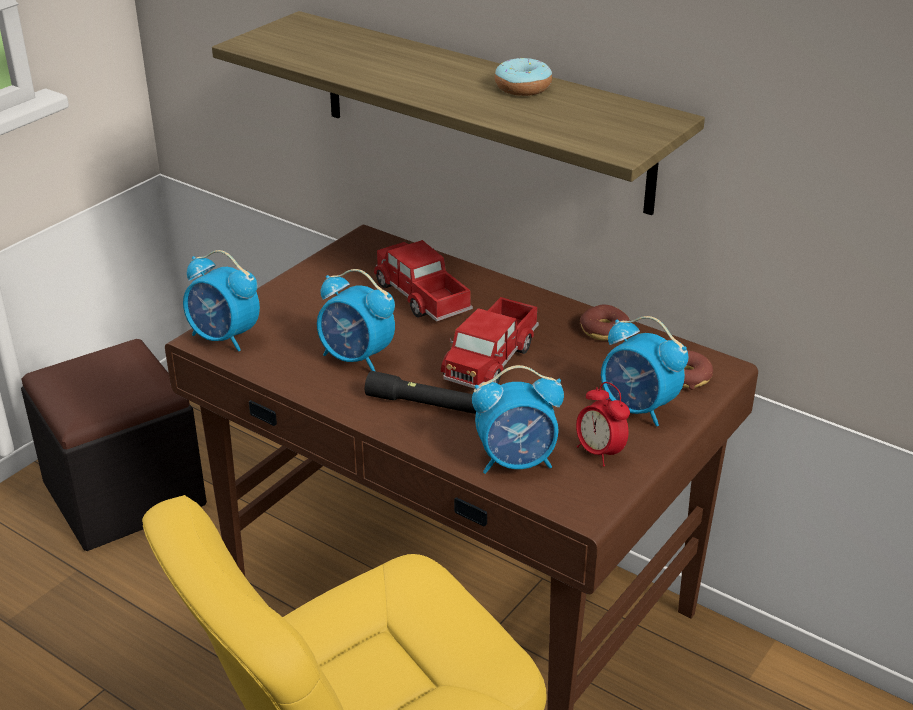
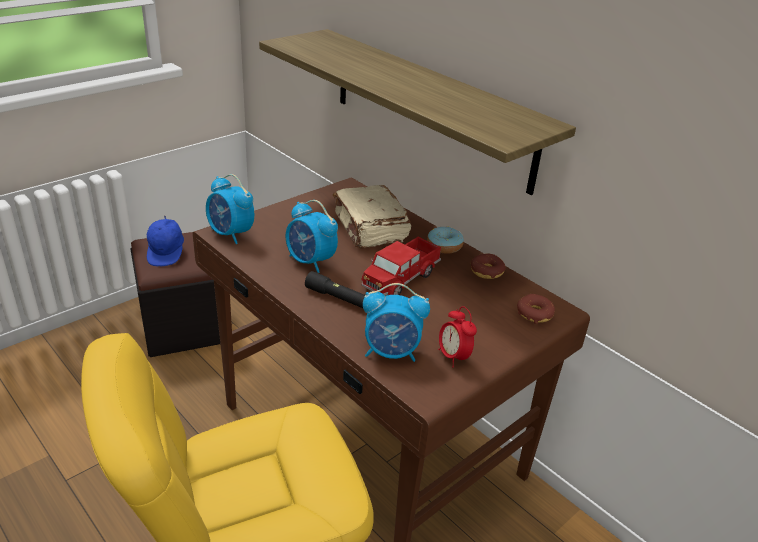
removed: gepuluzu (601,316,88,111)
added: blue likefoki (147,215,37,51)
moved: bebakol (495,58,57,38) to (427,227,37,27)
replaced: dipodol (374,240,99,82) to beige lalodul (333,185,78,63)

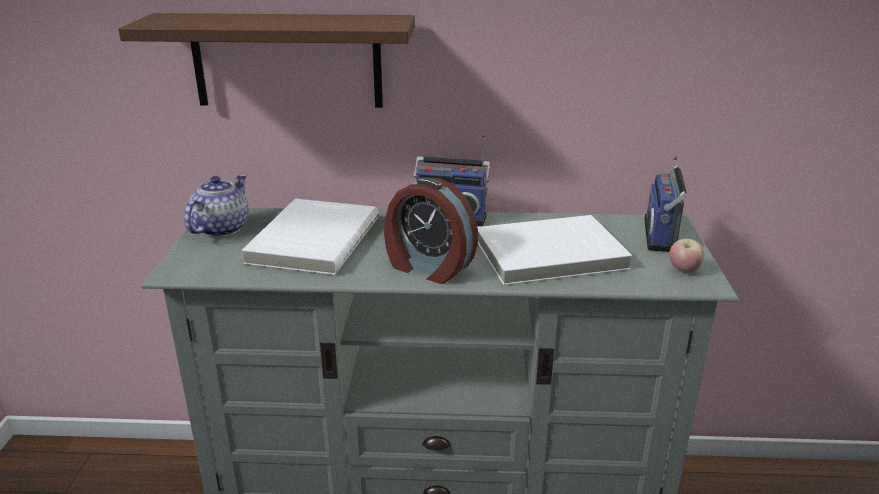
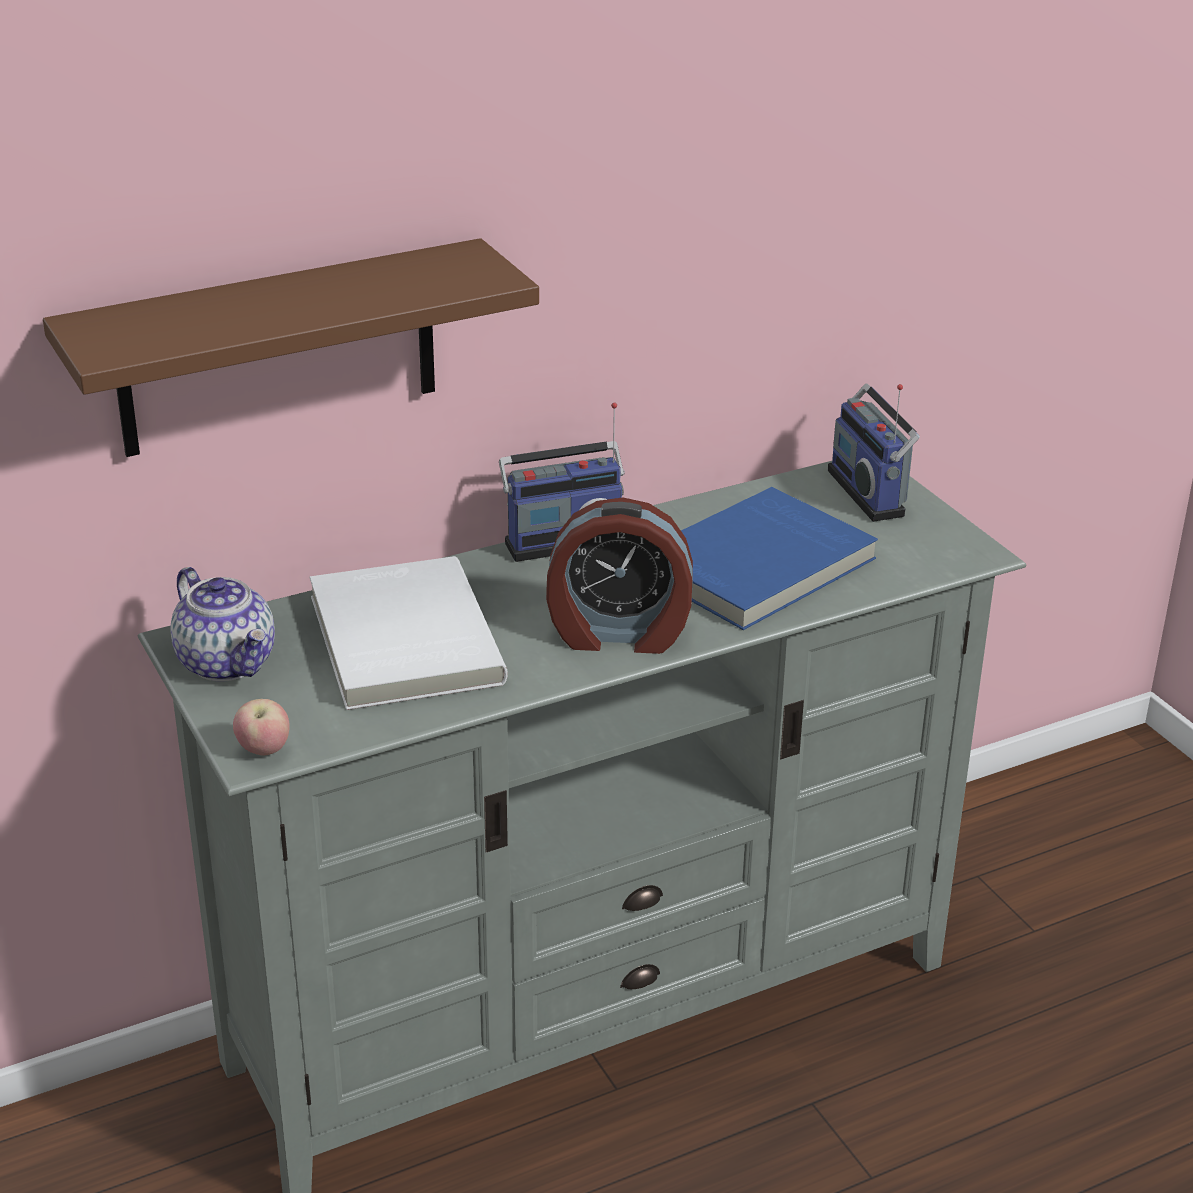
moved: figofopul (669,239,35,34) to (233,699,57,57)
recoloured: white lalodul (477,215,155,70) to blue lalodul (681,487,197,143)
turned: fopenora (184,174,65,63) = (170,567,105,115) 150 degrees clockwise

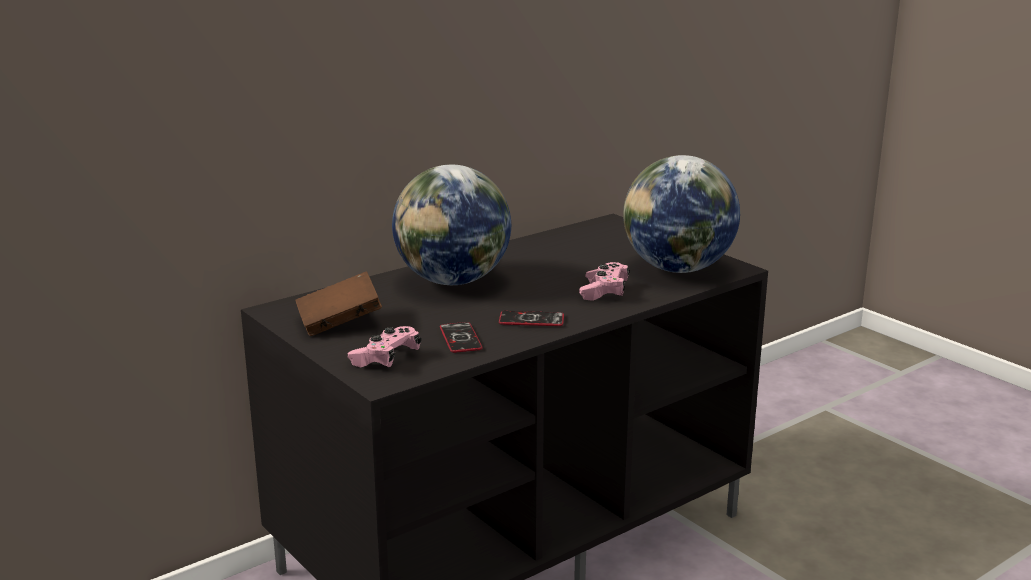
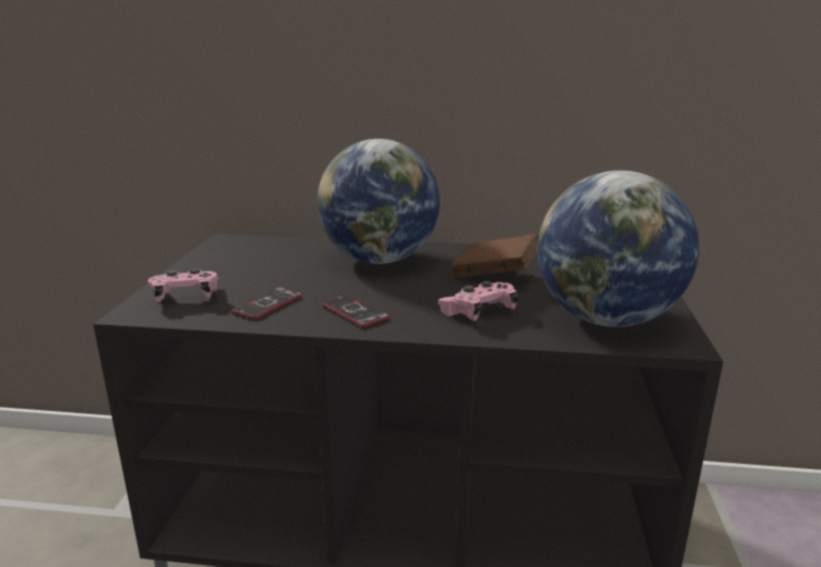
moved: brown lalodul (295,272,87,64) to (451,234,88,44)

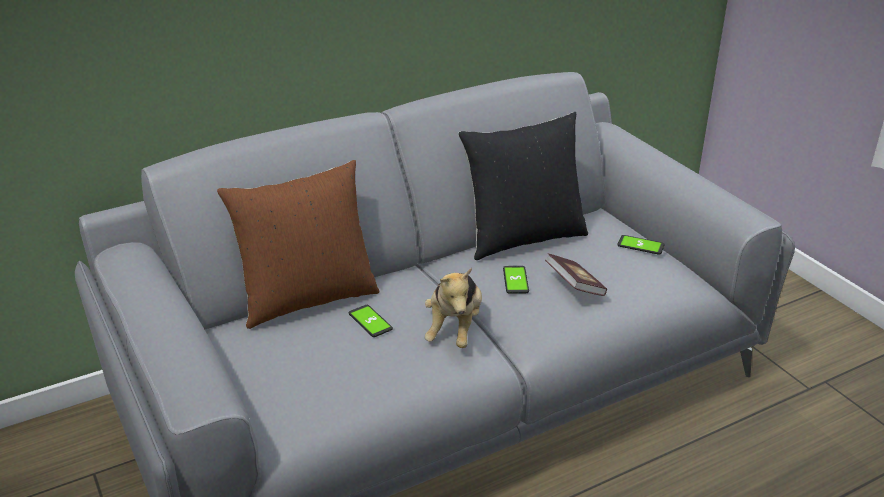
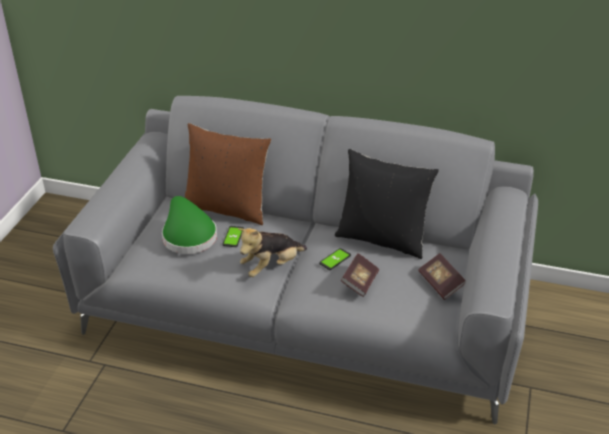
added: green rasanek (162,196,55,58)
replaced: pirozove (617,235,48,20) to lalodul (418,253,48,47)

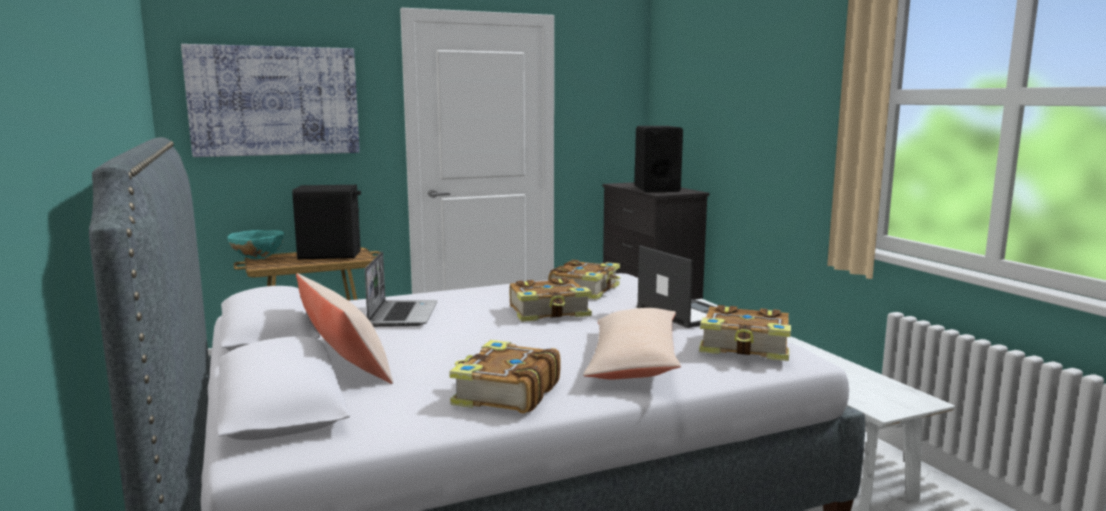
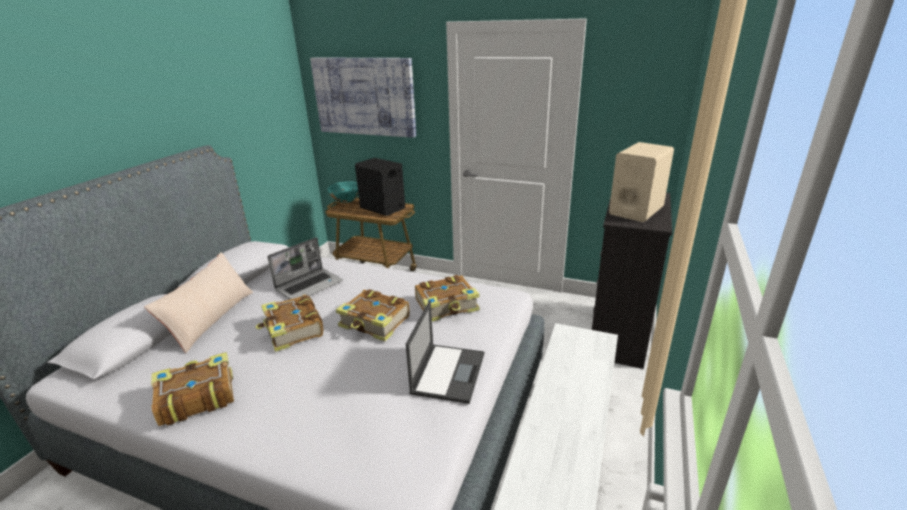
removed: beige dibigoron (583,308,98,71)
moved: lalodul (699,305,92,56) to (255,295,68,57)
recoloured: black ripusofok (634,126,49,66) to beige ripusofok (609,142,65,80)

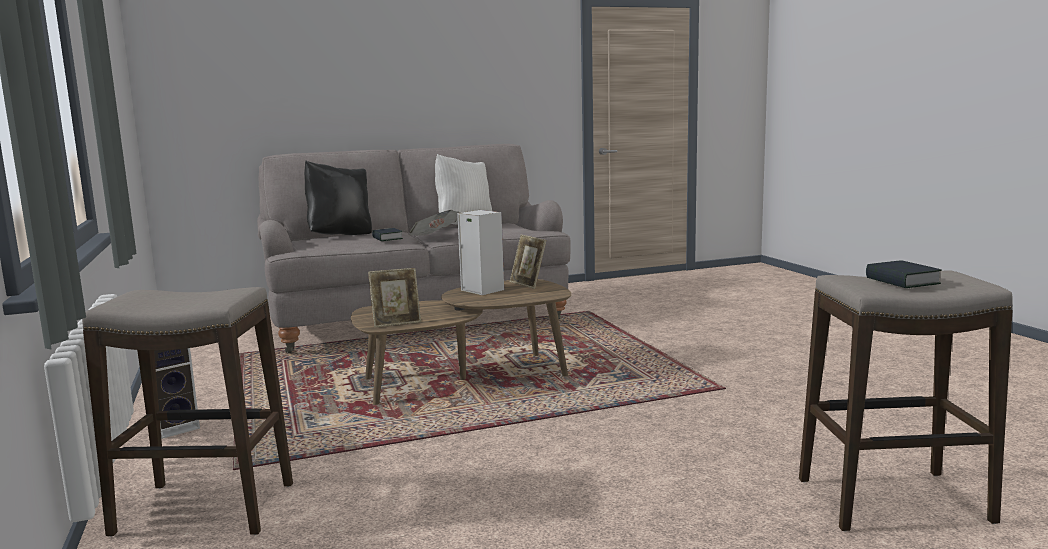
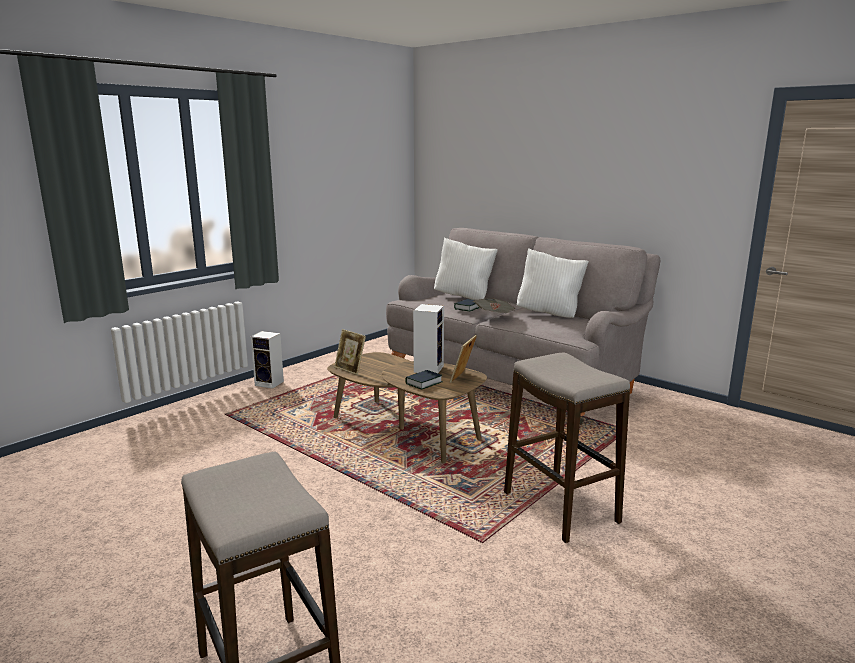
moved: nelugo (82,287,211,250) to (504,353,126,190); lalodul (866,260,76,28) to (405,370,38,19)
recoloured: black dibigoron (304,161,68,74) to white dibigoron (434,237,64,63)

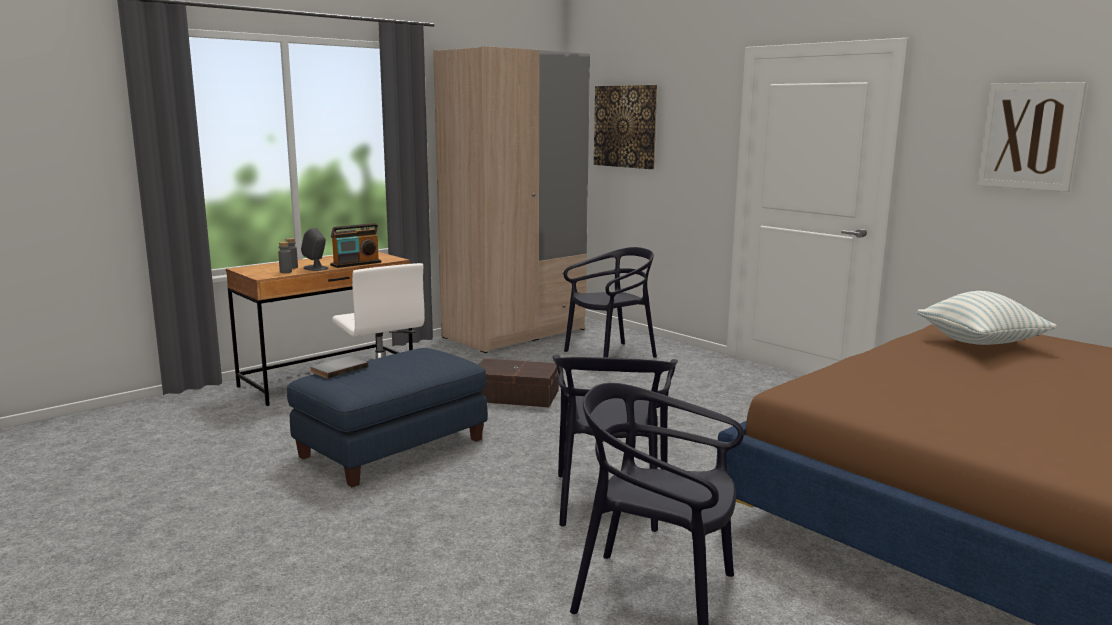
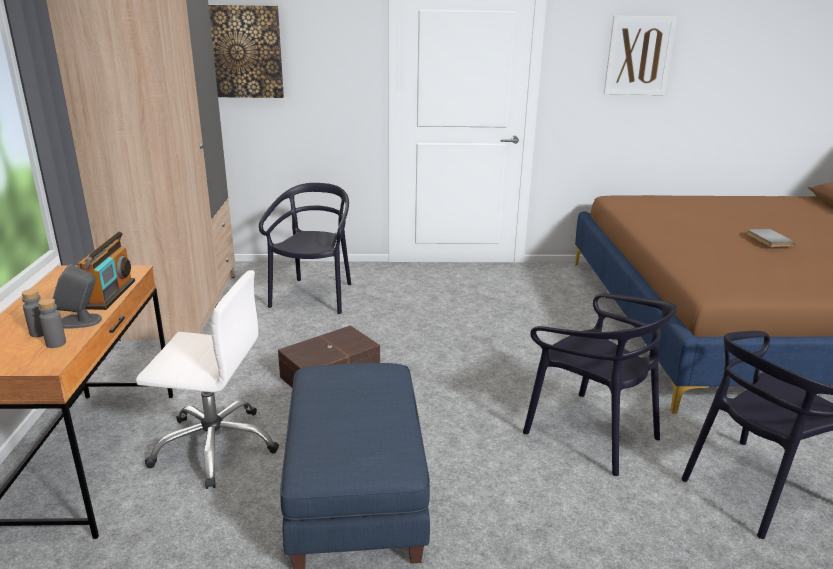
removed: dibigoron (917,291,140,54)
moved: grey lalodul (310,356,58,23) to (747,229,48,18)

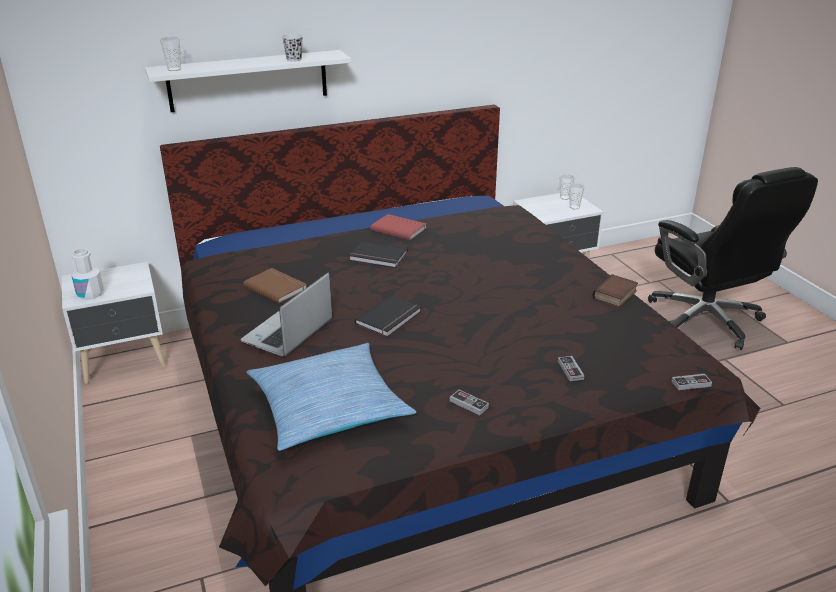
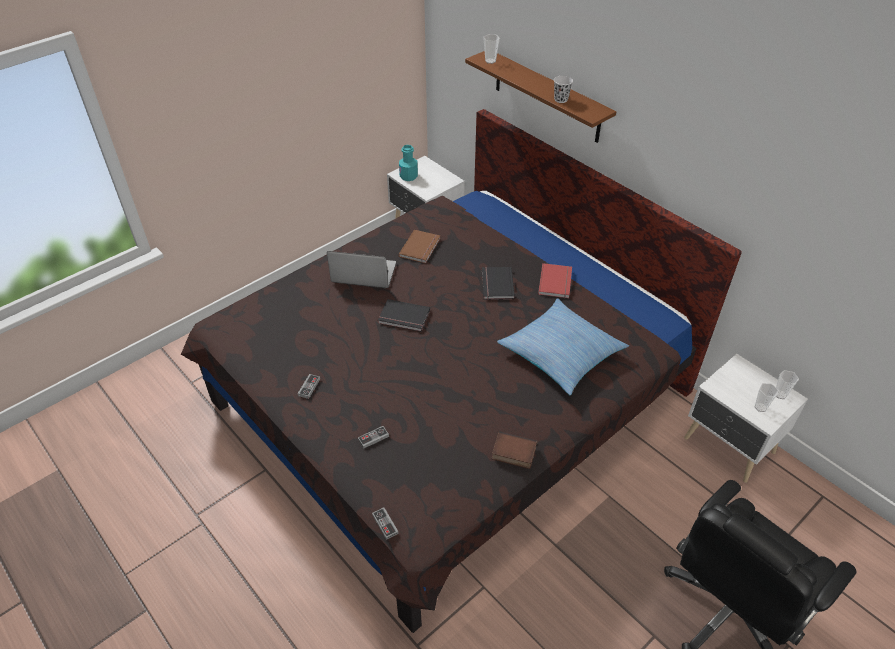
moved: dibigoron (246,343,170,108) to (497,298,132,97)
recoloured: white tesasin (71,248,33,52) to turquoise tesasin (399,145,19,36); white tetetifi (145,50,206,62) to brown tetetifi (465,51,151,92)

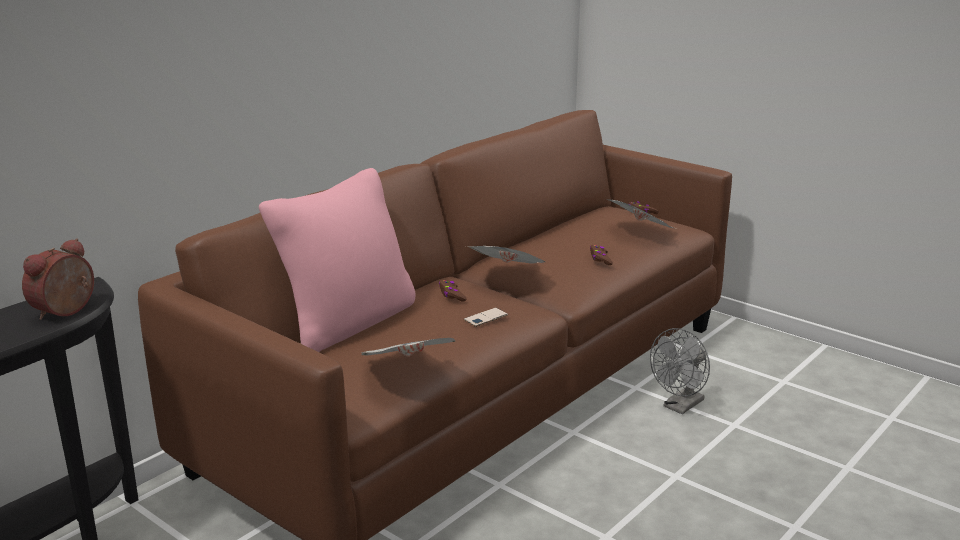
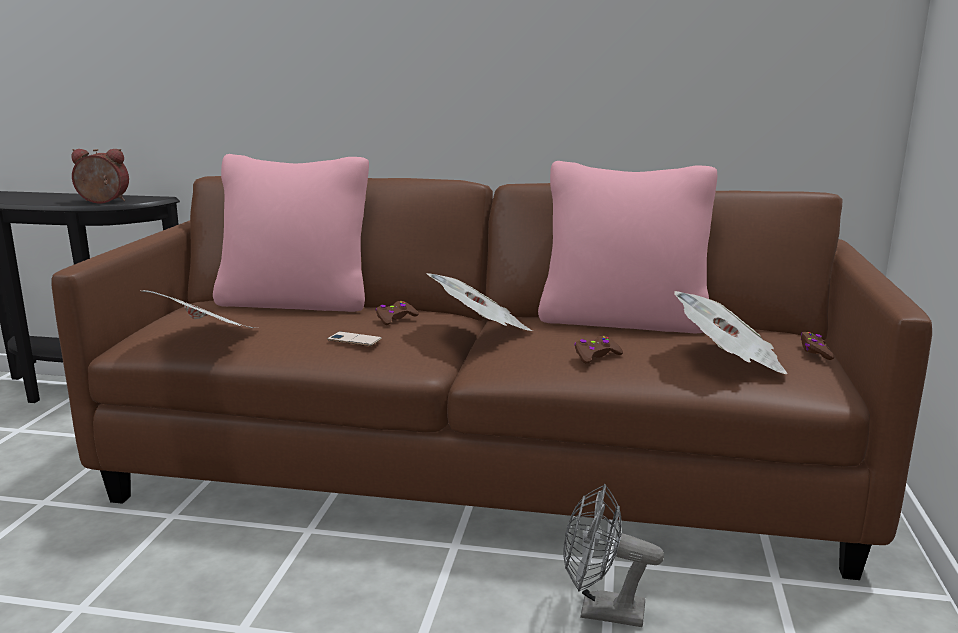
added: pink dibigoron (538,161,179,172)

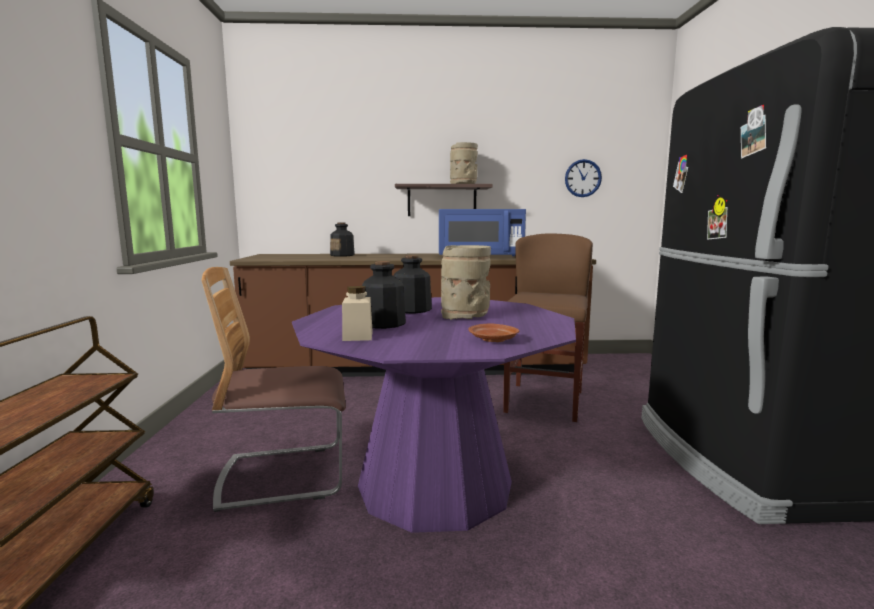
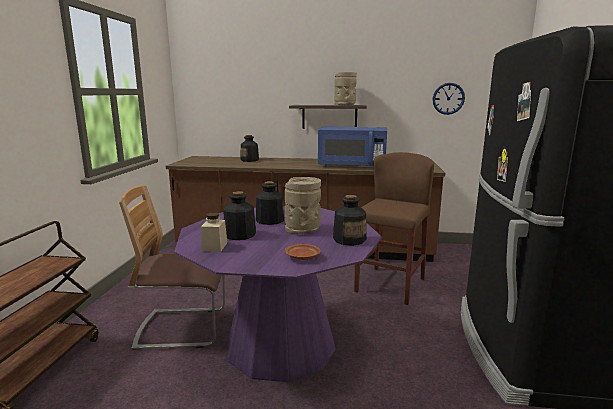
added: tesasin (333,195,34,51)

